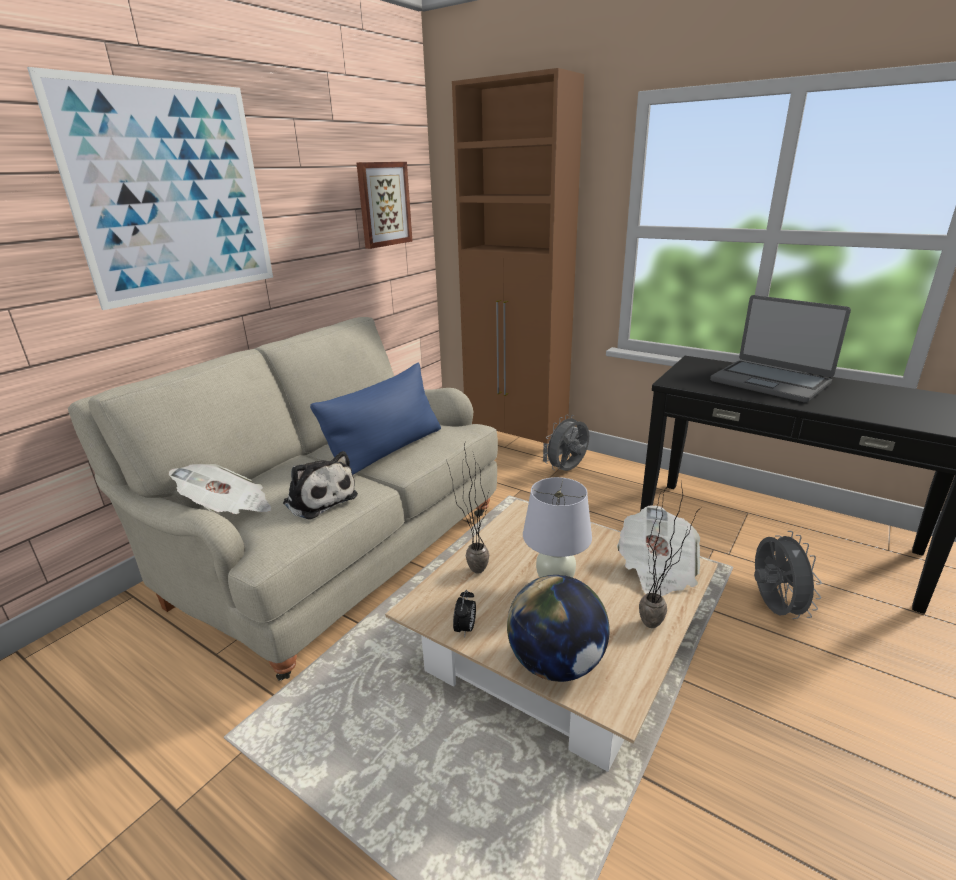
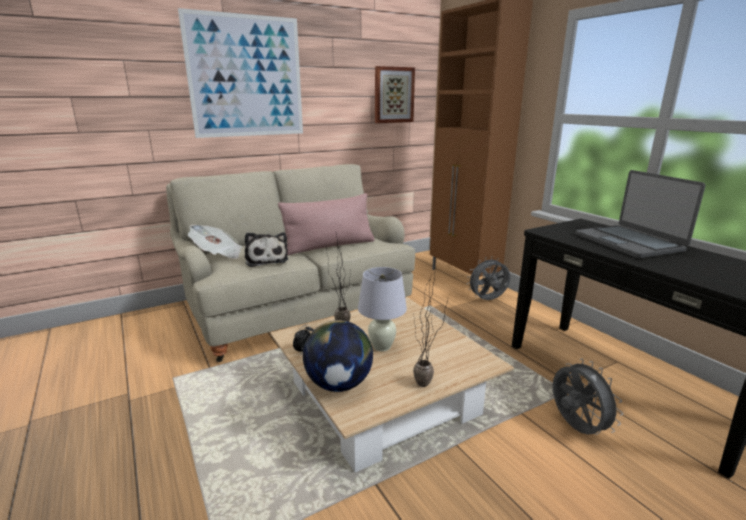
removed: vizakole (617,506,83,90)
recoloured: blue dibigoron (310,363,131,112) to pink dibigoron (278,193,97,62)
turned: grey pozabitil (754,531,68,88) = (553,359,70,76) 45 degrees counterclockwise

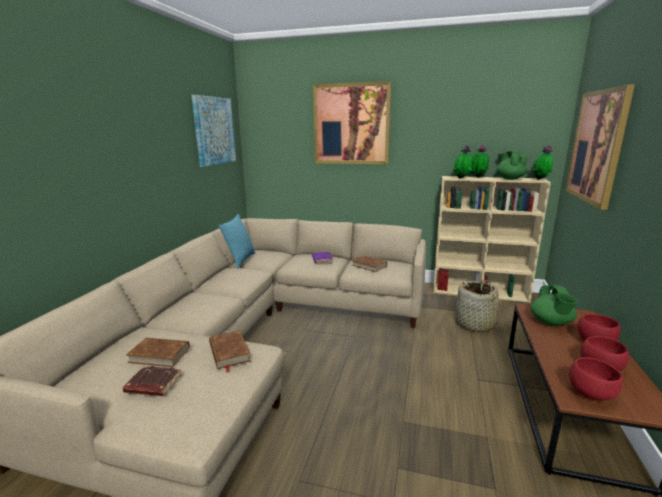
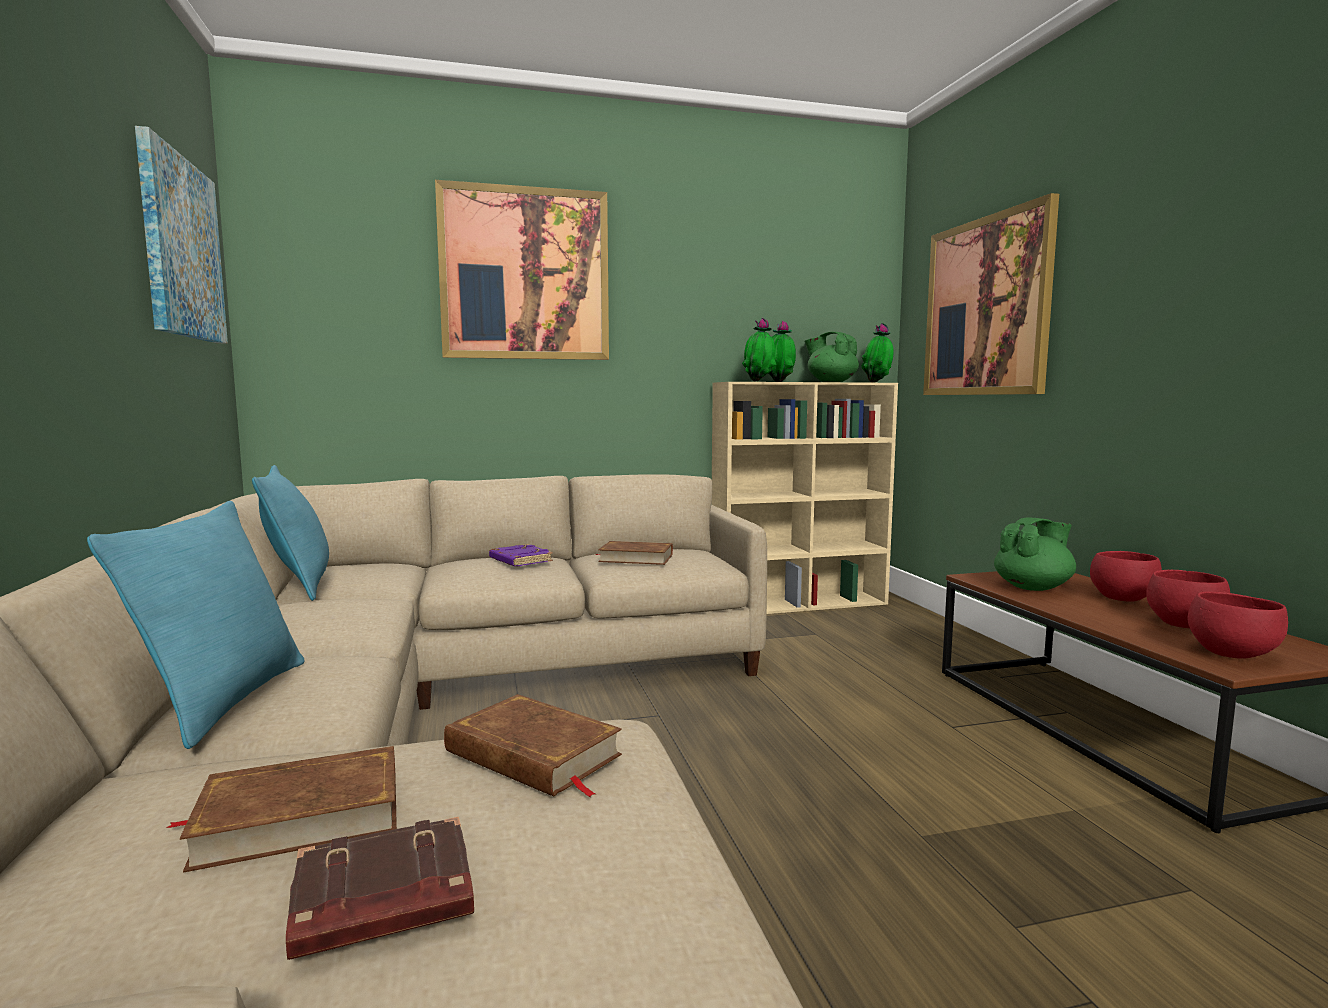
removed: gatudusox (453,280,53,52)
added: turquoise dibigoron (87,501,218,248)
turned: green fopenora (530,285,48,41) = (994,517,82,74) 90 degrees counterclockwise

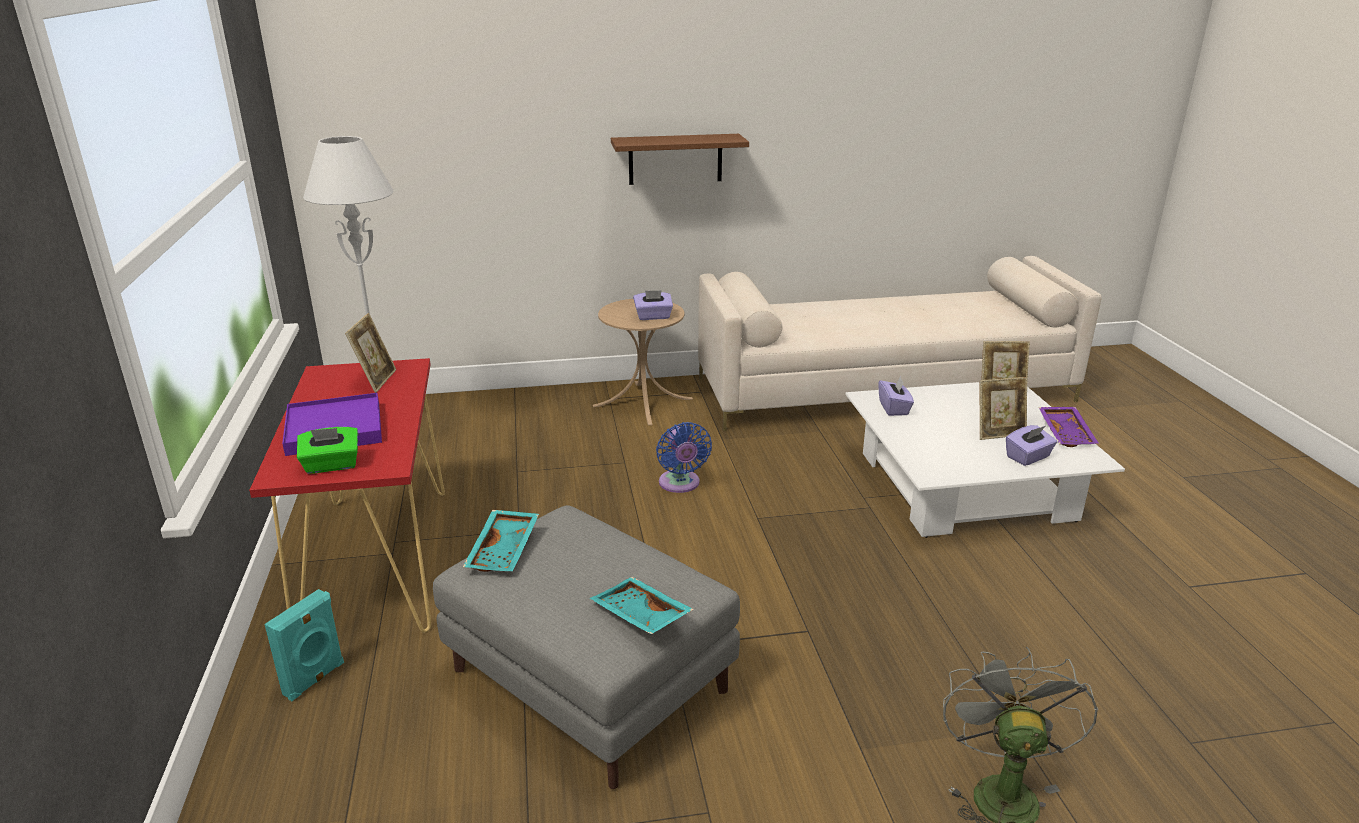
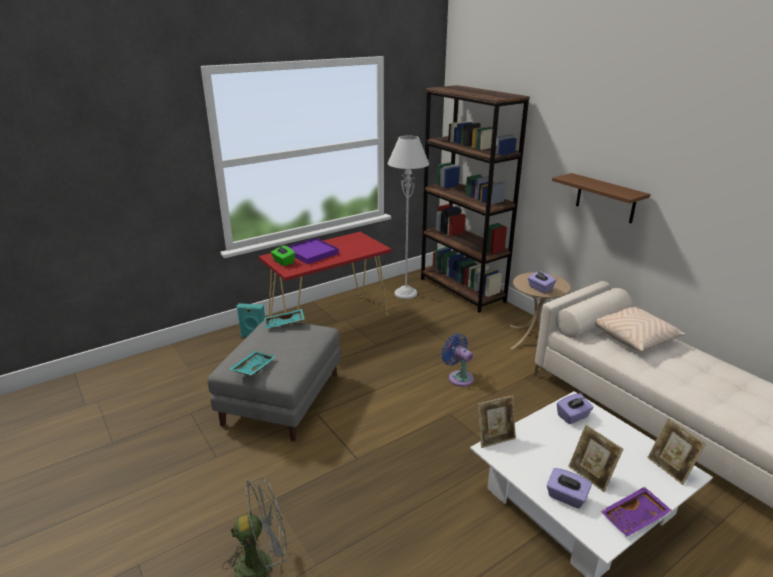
added: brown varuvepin (421,85,109,228); beige dibigoron (595,307,91,44)
moved: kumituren (345,313,51,80) to (478,396,38,52)
turned: blue pozabitil (656,422,56,71) = (441,333,33,54) 90 degrees clockwise

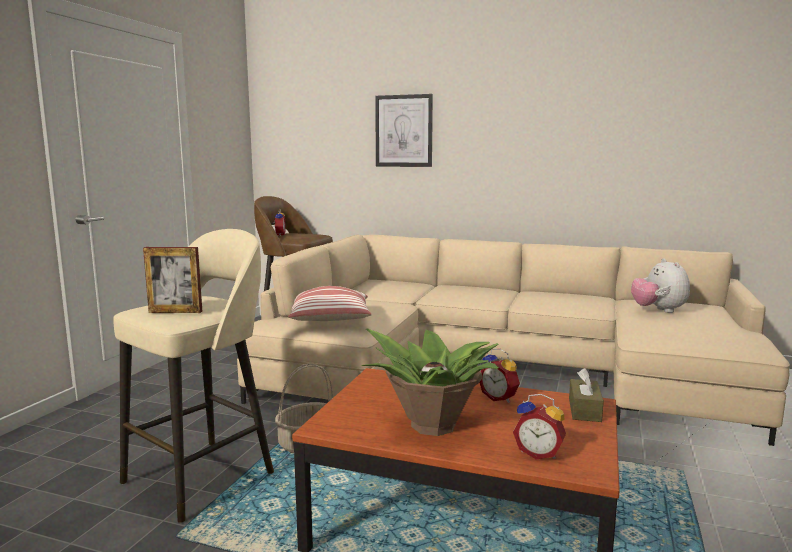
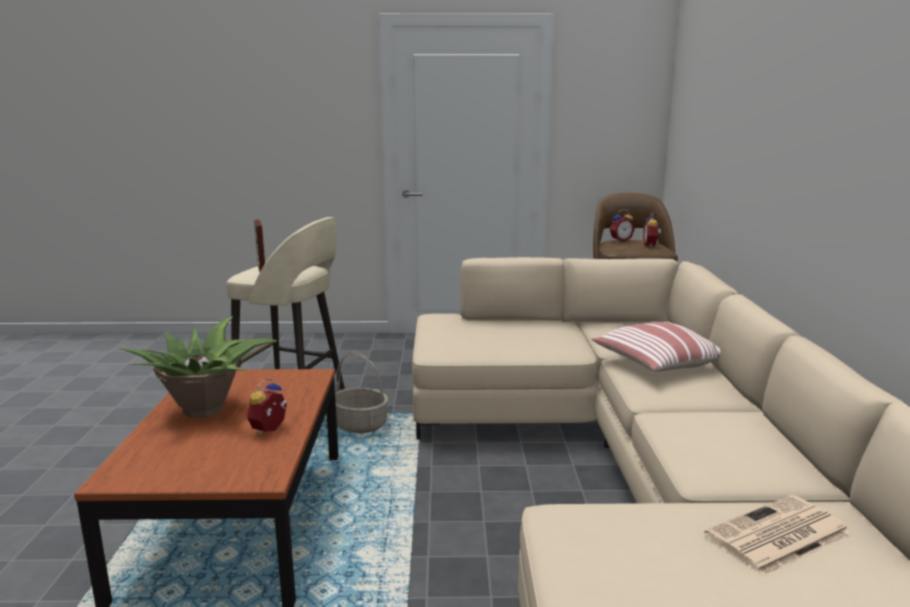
removed: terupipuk (375,94,58,73); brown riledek (569,368,35,54)
moved: dibigoron (288,286,84,35) to (592,322,129,50); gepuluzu (513,394,53,66) to (643,213,18,34)
replaced: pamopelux (631,258,59,55) to vizakole (704,495,147,82)

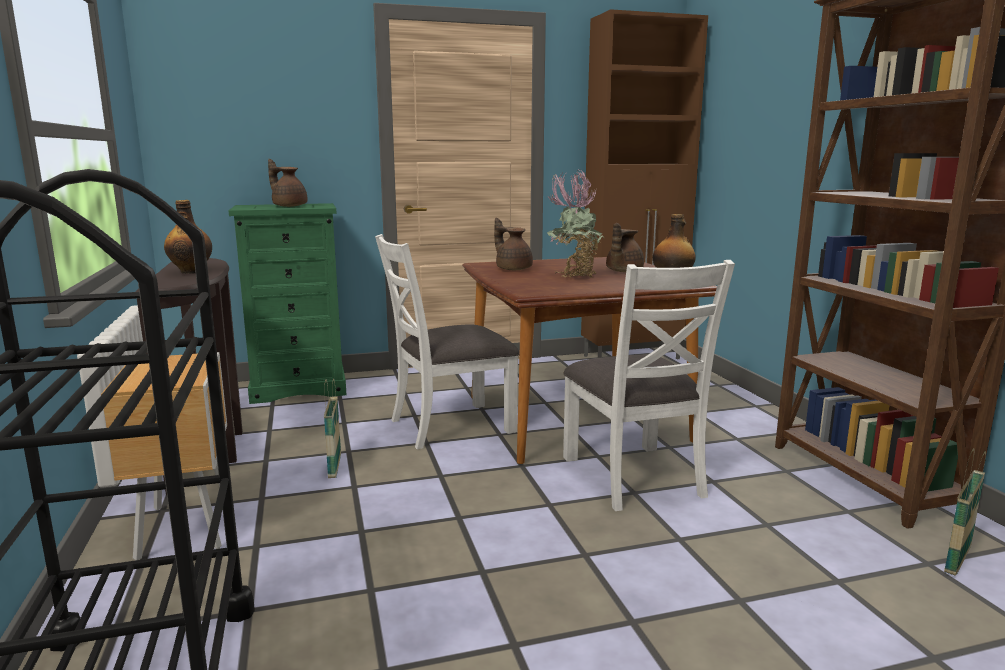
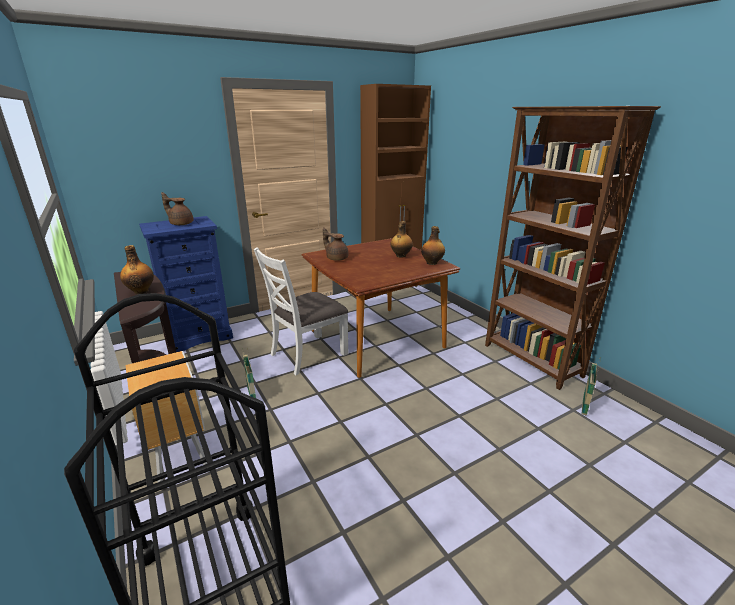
removed: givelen (547,169,57,109); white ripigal (563,260,172,251)
replaced: brown fopenora (606,223,38,49) to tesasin (391,221,22,37)
recoloured: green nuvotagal (228,203,119,201) to blue nuvotagal (139,216,94,136)

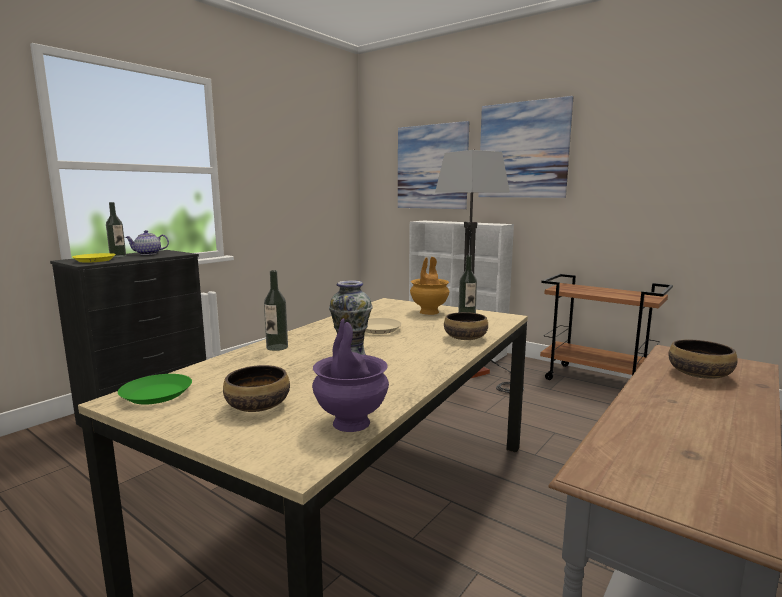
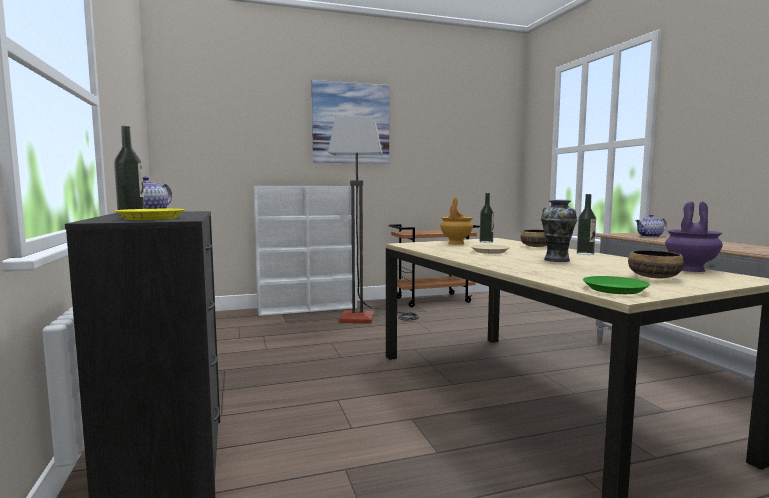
removed: terupipuk (398,121,71,88)
moved: tesasin (264,270,24,81) to (577,194,19,61)
replaced: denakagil (668,339,70,40) to fopenora (635,214,32,23)

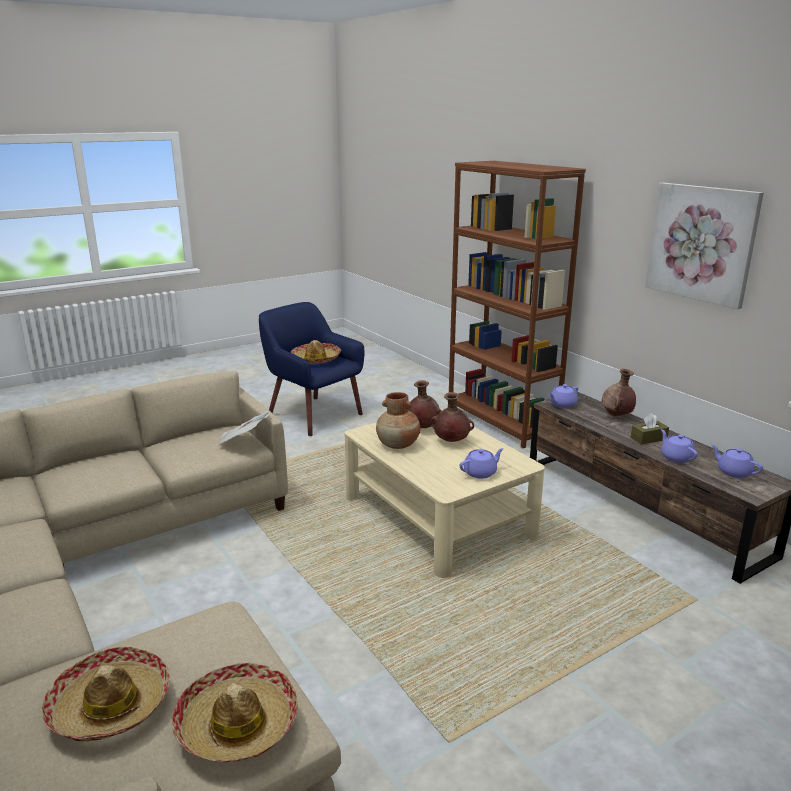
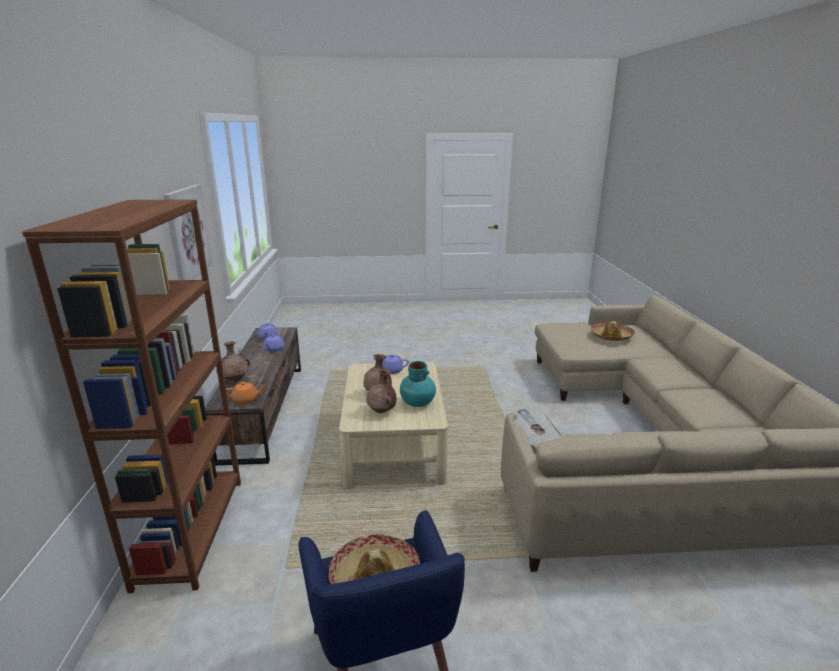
removed: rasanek (172,663,126,99); brown riledek (631,413,38,32)
recoloured: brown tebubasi (376,392,44,57) to turquoise tebubasi (400,361,36,46); purple fopenora (549,384,29,24) to orange fopenora (226,382,39,22)

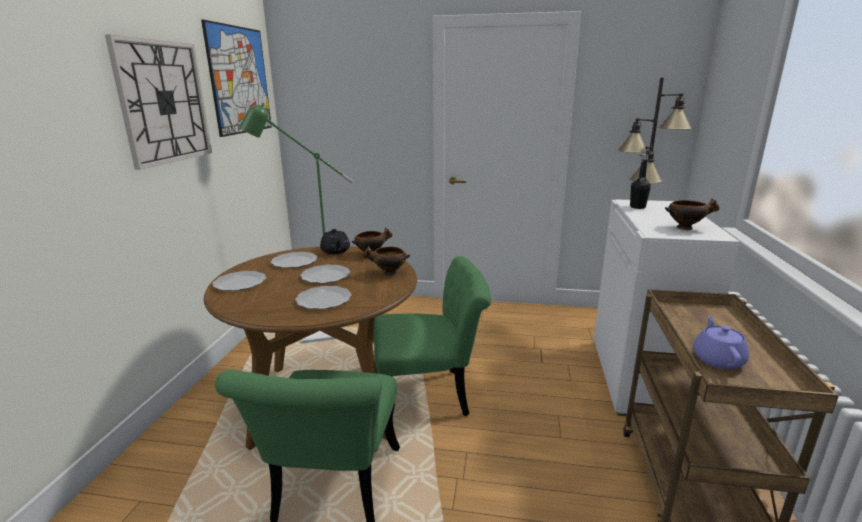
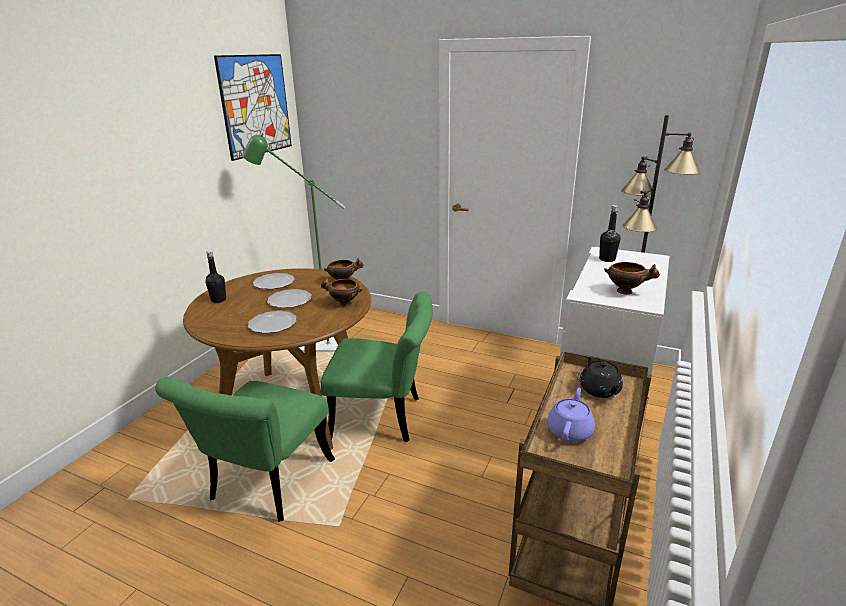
removed: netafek (105,35,107,135)
moved: black fopenora (320,229,30,25) to (580,356,43,42)
replaced: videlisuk (212,271,54,20) to black tesasin (205,251,21,52)

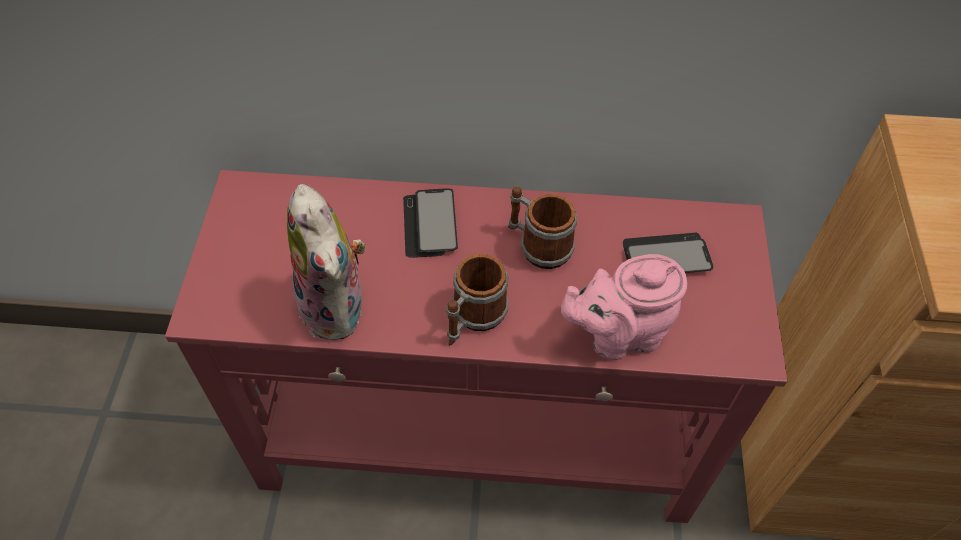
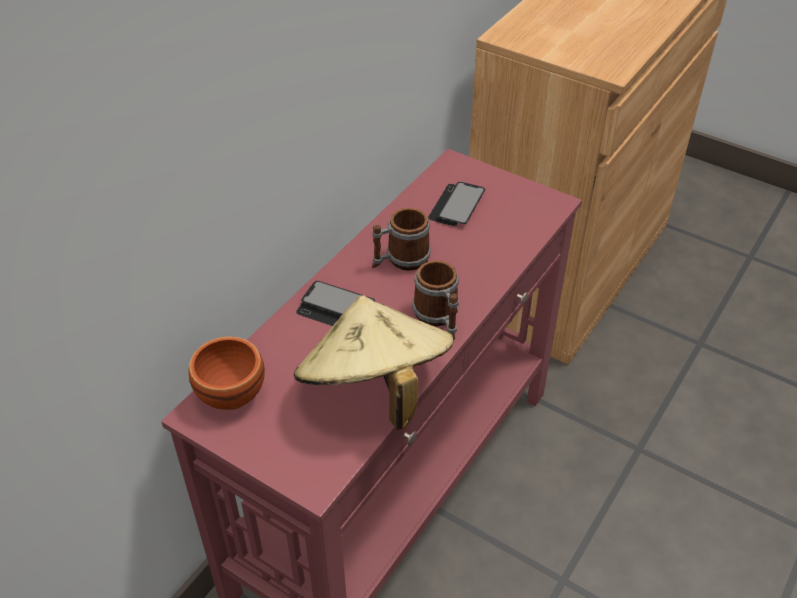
removed: pink fopenora (561,254,126,106)
added: brown denakagil (188,337,77,73)
replaced: pamopelux (287,184,79,156) to beige rasanek (294,295,159,135)

